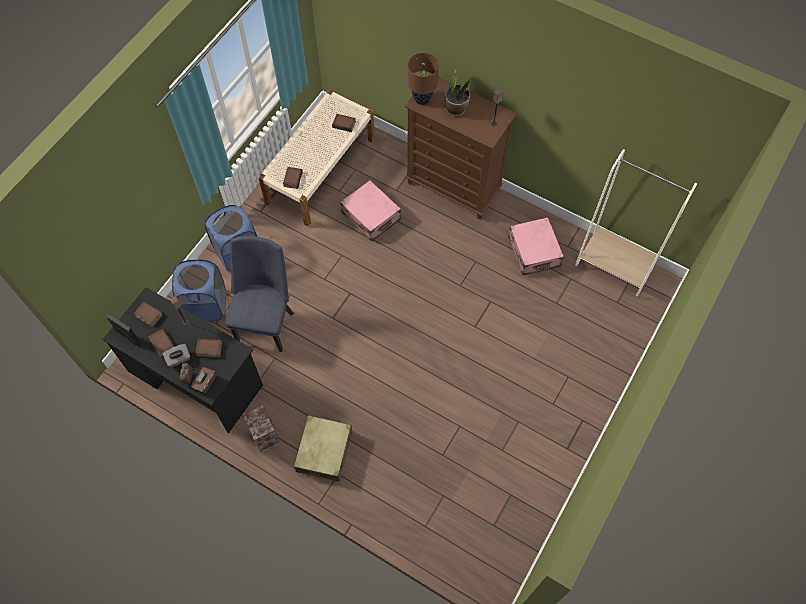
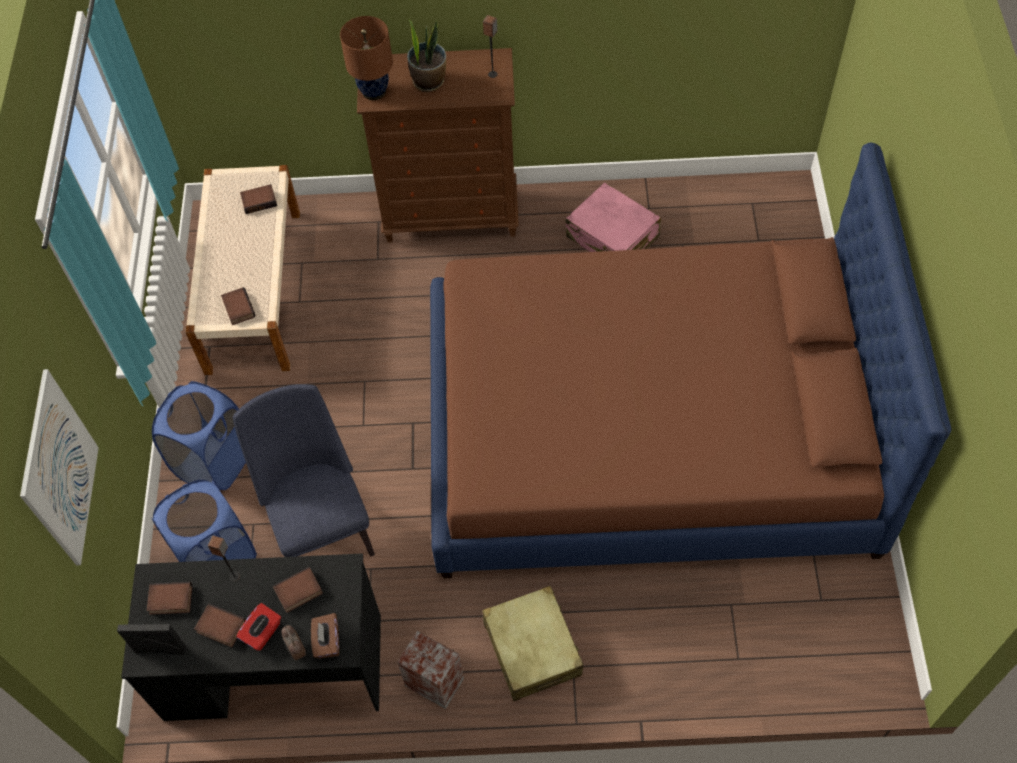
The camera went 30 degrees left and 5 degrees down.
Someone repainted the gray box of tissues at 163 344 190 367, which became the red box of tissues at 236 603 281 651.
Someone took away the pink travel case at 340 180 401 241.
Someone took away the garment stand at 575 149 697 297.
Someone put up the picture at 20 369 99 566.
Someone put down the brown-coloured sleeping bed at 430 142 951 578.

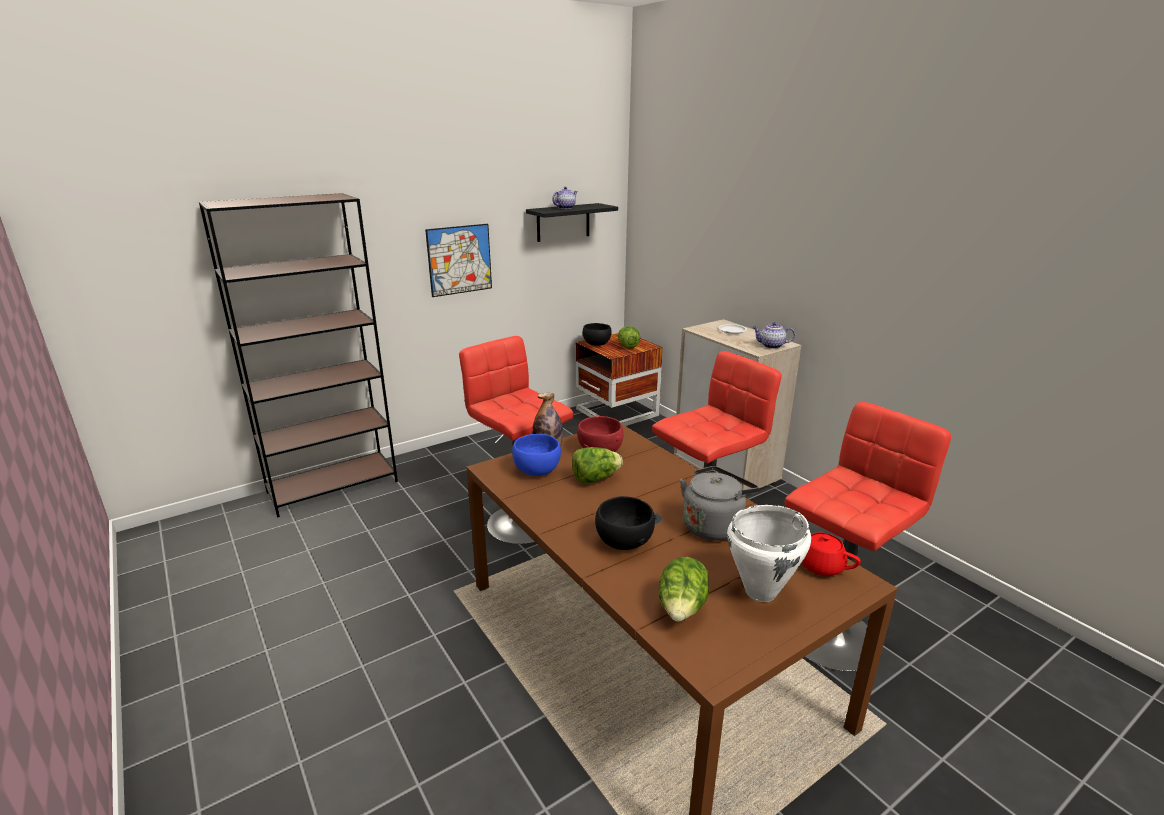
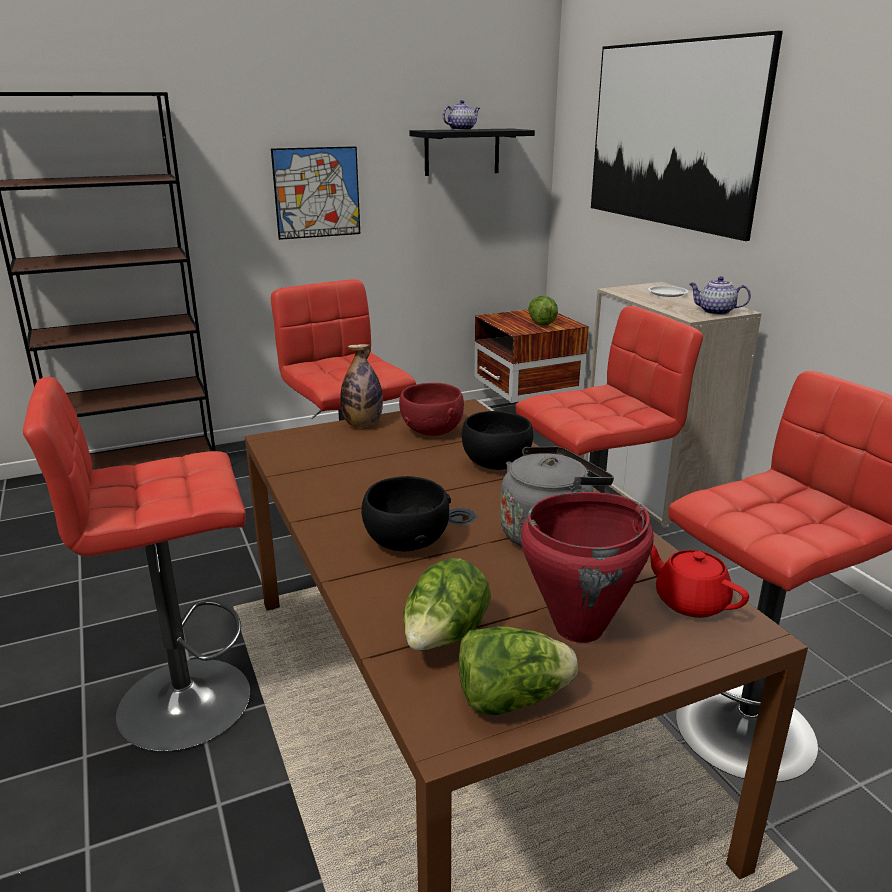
The camera went 10 degrees right and 0 degrees up.
Someone took away the blue serving bowl at 512 434 561 476.
Someone carried the lettuce head from 572 447 623 484 to 459 626 578 715.
Someone carried the black-coloured serving bowl from 583 323 612 346 to 462 411 533 470.
Someone repainted the white cooking pot at 727 505 811 602, which became the red cooking pot at 521 492 654 643.
Someone put down the red stool seat at 23 377 250 751.
Someone put up the picture at 591 31 783 241.

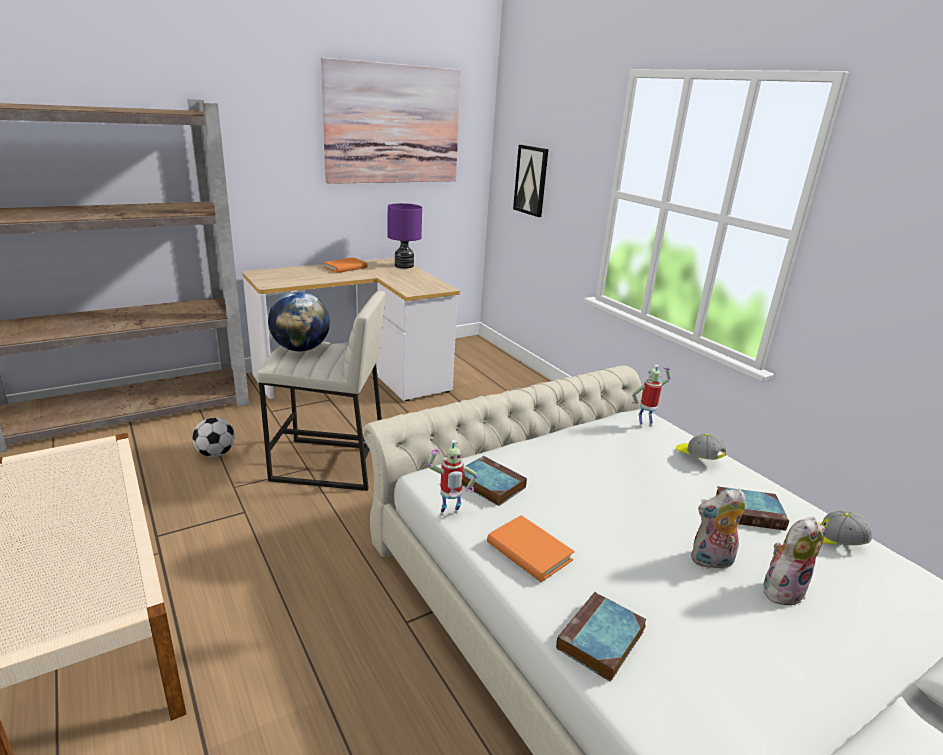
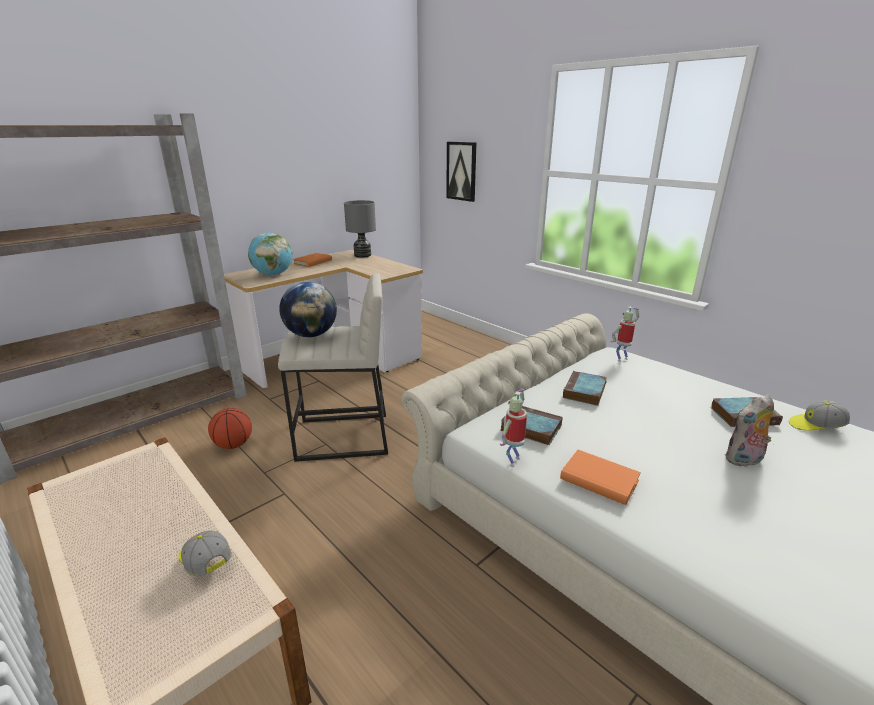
The camera went 10 degrees left and 0 degrees up.
Someone swapped the football at 192 417 235 457 for the ball for basketball at 208 408 252 449.
Someone took away the picture at 321 58 461 184.
Someone repainted the purple-coloured lamp for a table at 388 203 422 268, which became the gray lamp for a table at 344 200 376 258.
Someone rotated the toy robot at 427 440 478 516 by 150 degrees clockwise.
Someone carried the bound book from 556 592 647 682 to 563 371 607 406.
Someone carried the cap from 676 434 726 460 to 178 530 231 576.
Someone took away the soft toy at 763 517 825 606.
Someone put down the desk globe at 248 233 292 276.

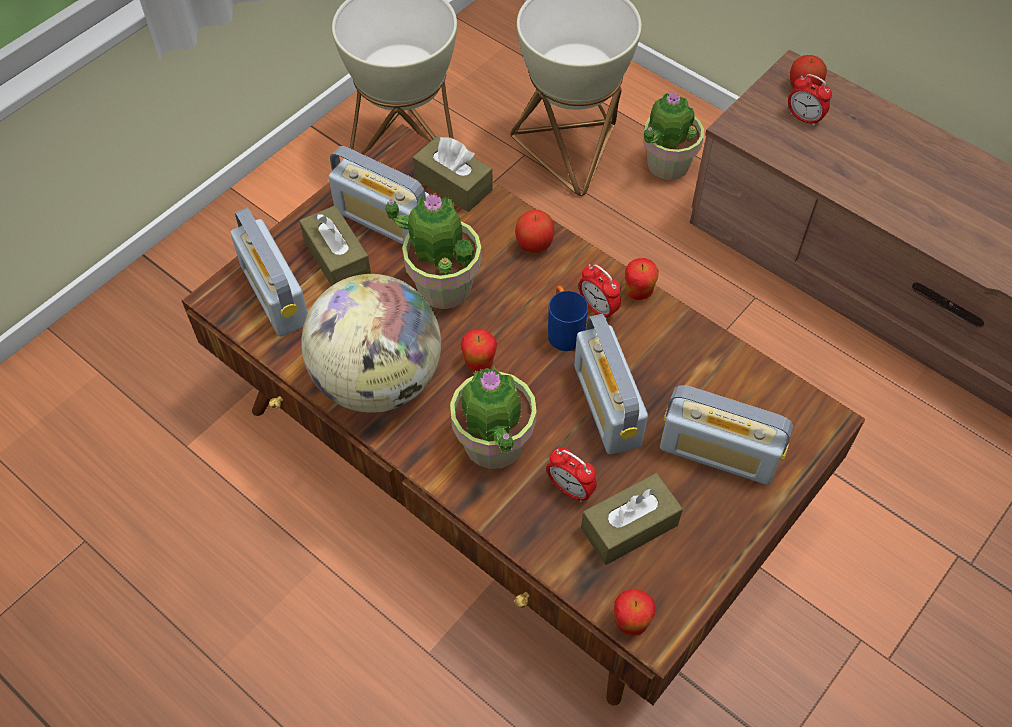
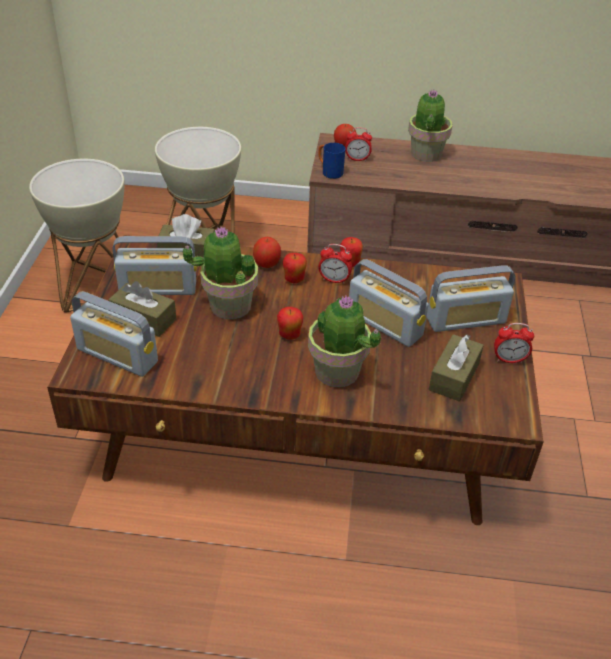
The camera went 35 degrees left and 15 degrees down.
Someone took away the desk globe at 301 274 441 413.
Someone carried the bedside clock from 546 447 597 502 to 494 323 534 363.
Someone carried the blue tea mug from 548 286 588 351 to 318 143 345 179.
Someone carried the whole apple from 614 589 656 636 to 283 253 307 283.
Someone carried the potted plant from 643 92 704 180 to 408 90 453 162.

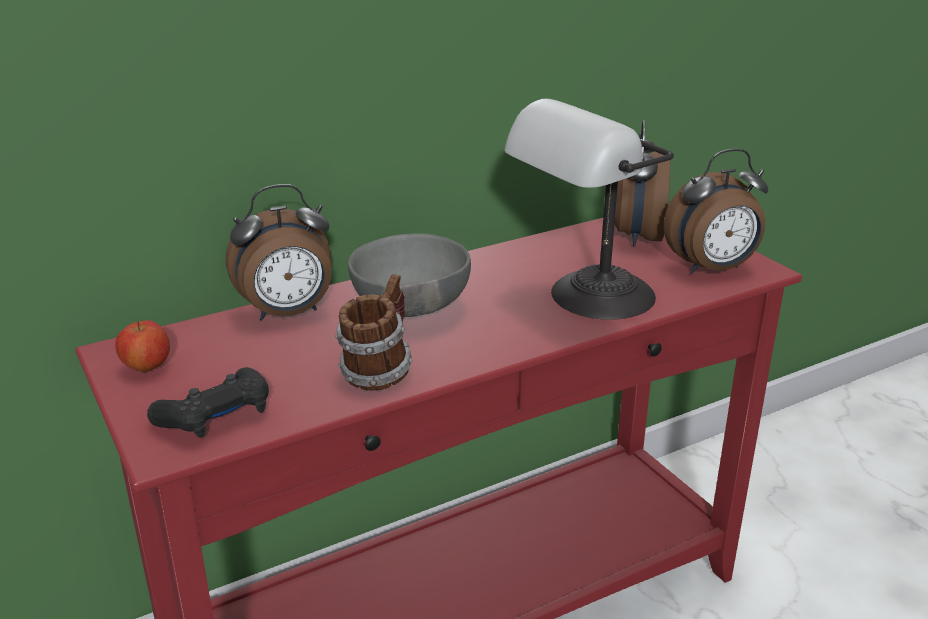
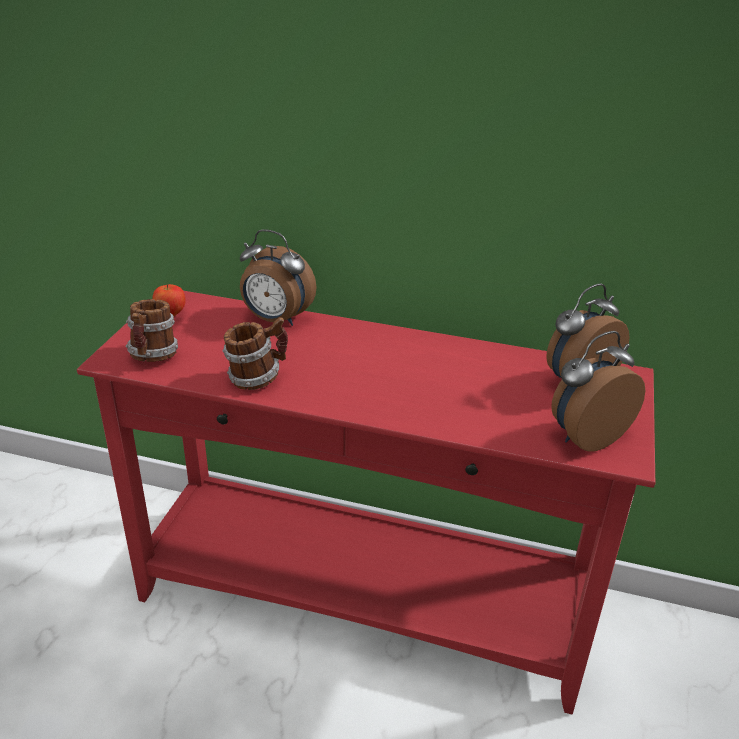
The camera went 45 degrees right and 5 degrees up.
Someone swapped the black-coloured gamepad at 147 367 269 438 for the tea mug at 126 299 178 362.
Someone took away the gray serving bowl at 348 233 471 317.
Someone took away the lamp for a table at 505 99 674 320.
Someone rotated the bedside clock at 664 149 768 274 by 120 degrees clockwise.

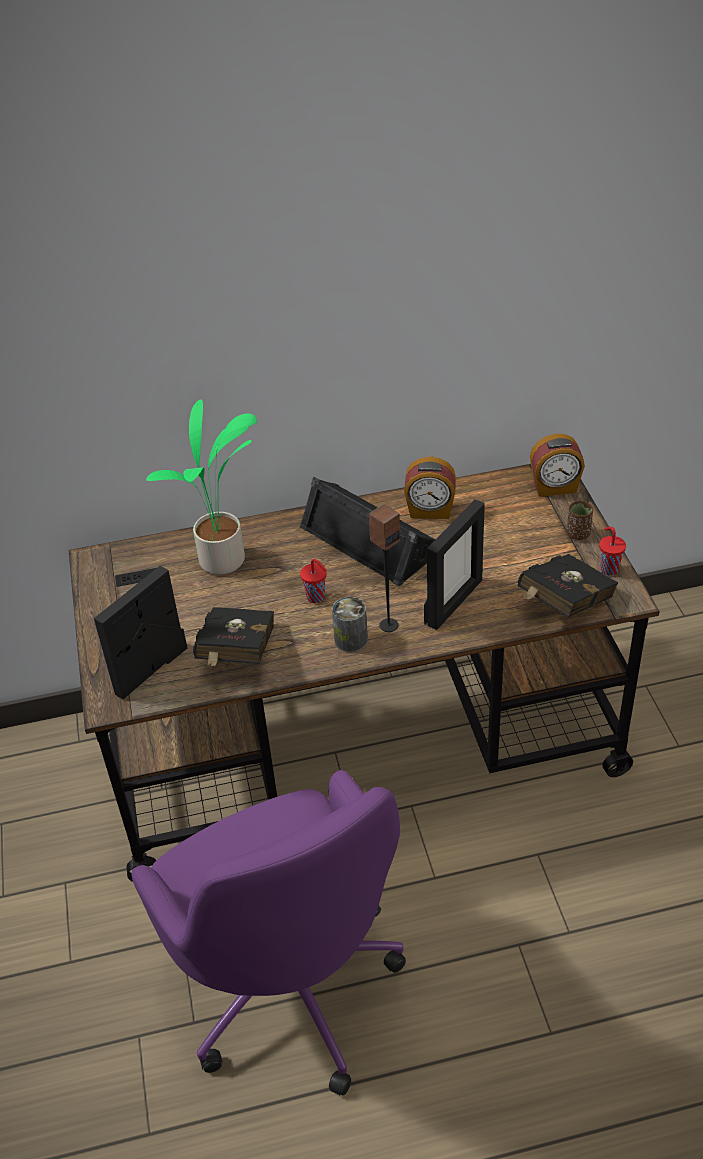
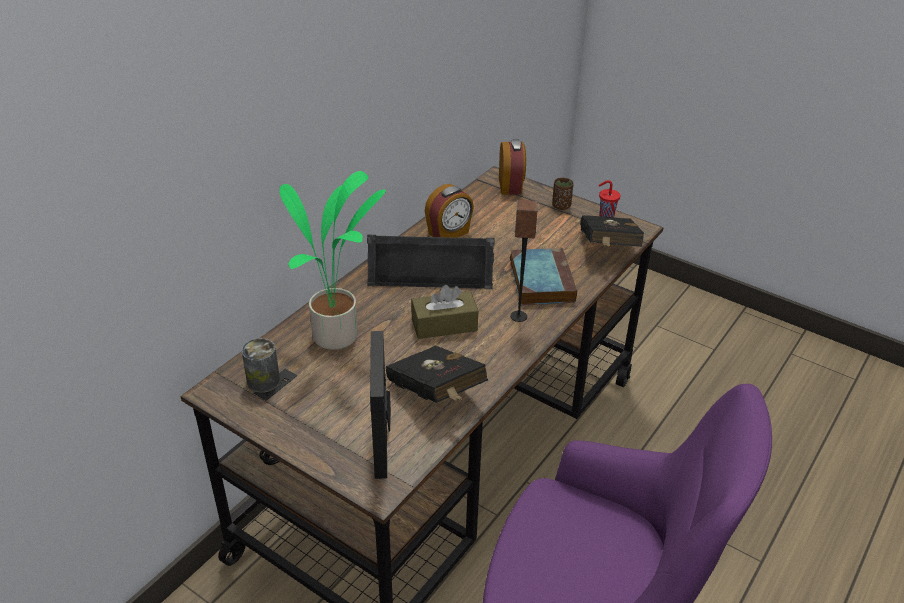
The camera went 45 degrees left and 5 degrees down.
Someone swapped the red cup at 300 559 327 603 for the brown-coloured box of tissues at 411 285 478 339.
Someone carried the sealed can from 332 597 368 652 to 242 338 280 393.
Someone swapped the picture frame at 424 500 485 630 for the bound book at 510 248 577 305.
Someone rotated the bedside clock at 530 434 585 497 by 45 degrees counterclockwise.

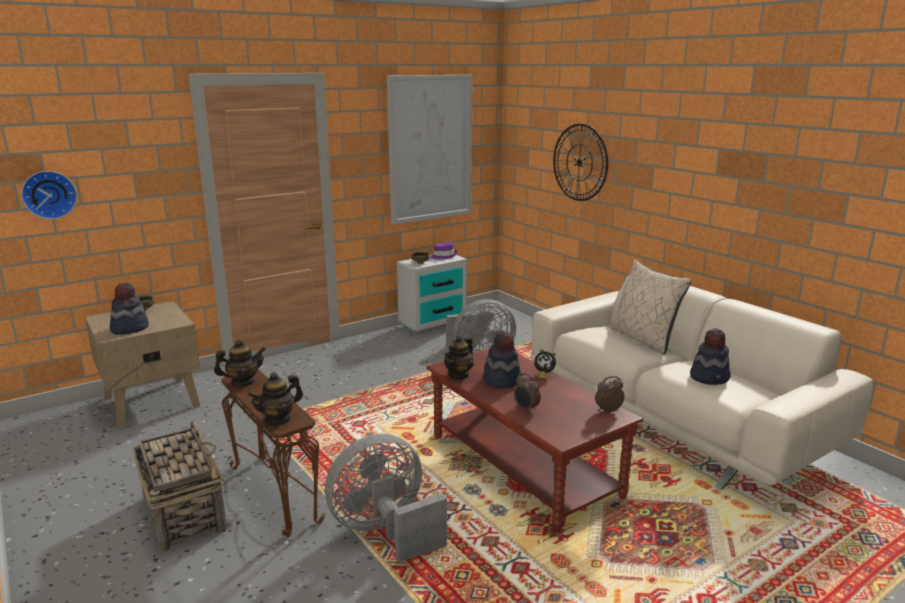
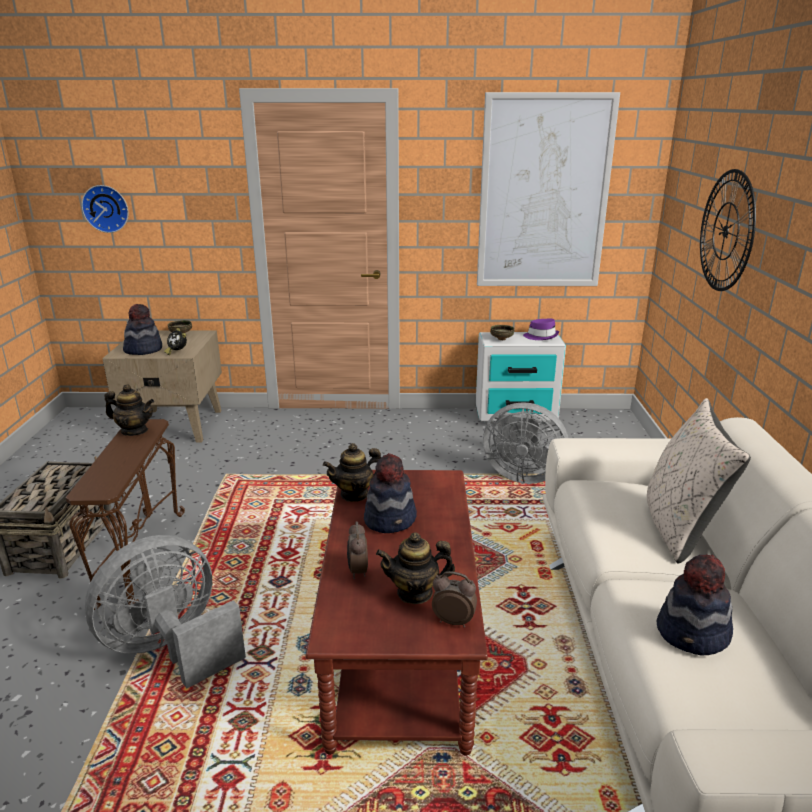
The camera went 35 degrees right and 5 degrees up.
Someone carried the pot for tea from 248 372 303 426 to 376 533 455 604.
Someone rotated the gray cooling fan at 325 434 447 562 by 45 degrees counterclockwise.
Someone carried the bedside clock from 534 349 556 380 to 164 328 187 355.

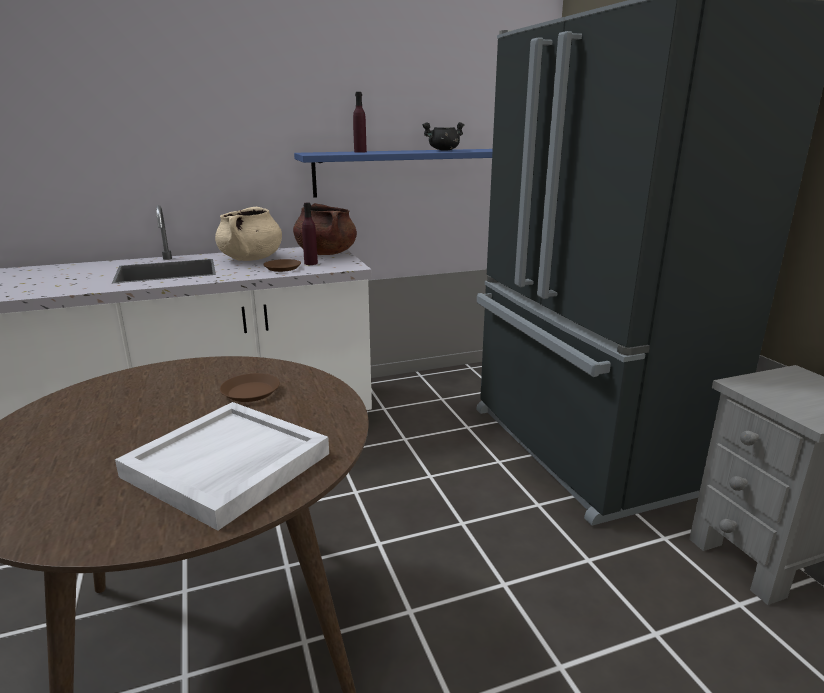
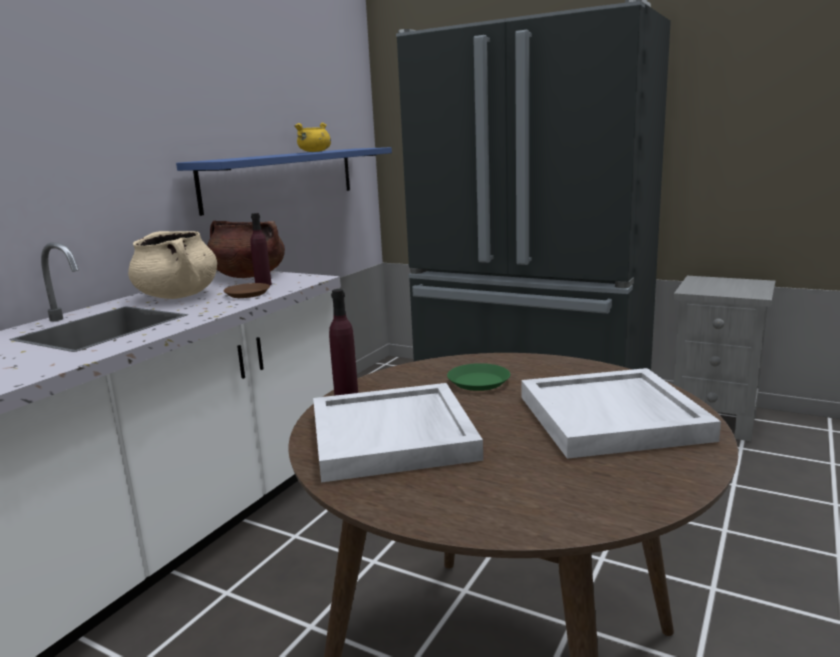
The camera went 40 degrees left and 5 degrees down.
Someone repainted the brown-coloured flat dish at 220 373 280 402, which became the green flat dish at 447 363 510 391.
Someone carried the purple-coloured beverage bottle from 353 92 367 153 to 329 289 358 396.
Someone repainted the black-coloured cooking pot at 422 122 465 151, which became the yellow-coloured cooking pot at 294 122 331 152.
Someone put down the white serving tray at 313 383 483 483.

